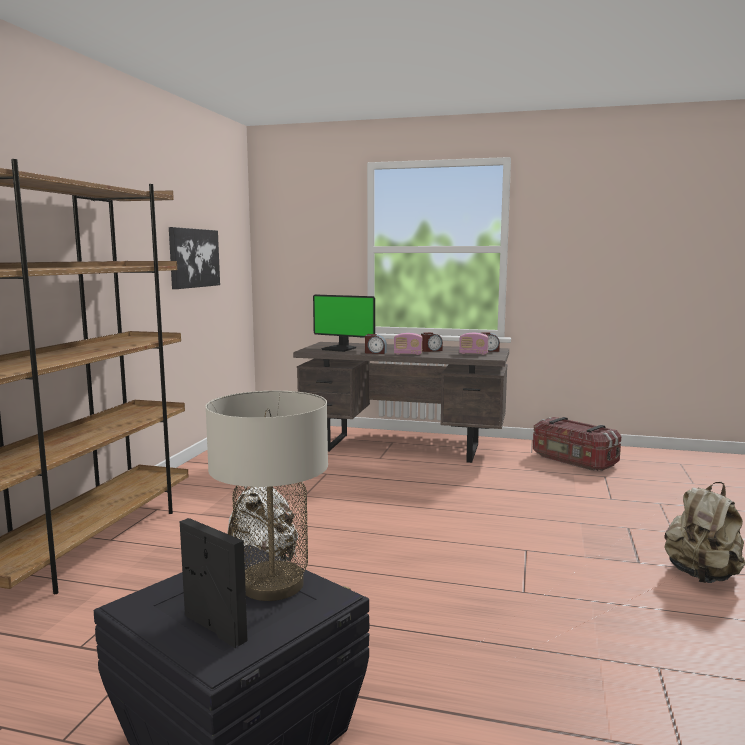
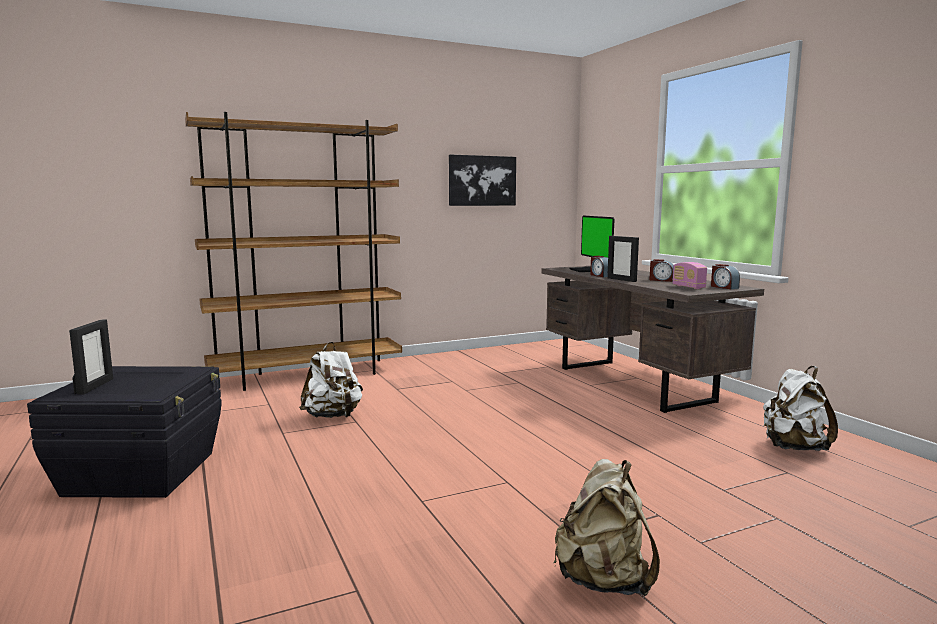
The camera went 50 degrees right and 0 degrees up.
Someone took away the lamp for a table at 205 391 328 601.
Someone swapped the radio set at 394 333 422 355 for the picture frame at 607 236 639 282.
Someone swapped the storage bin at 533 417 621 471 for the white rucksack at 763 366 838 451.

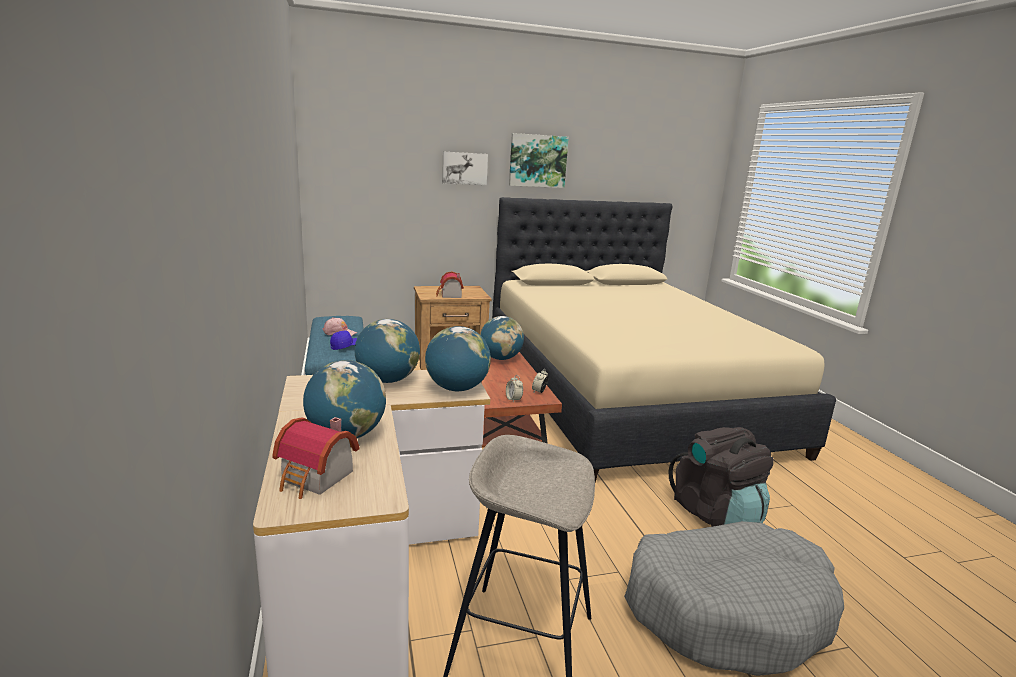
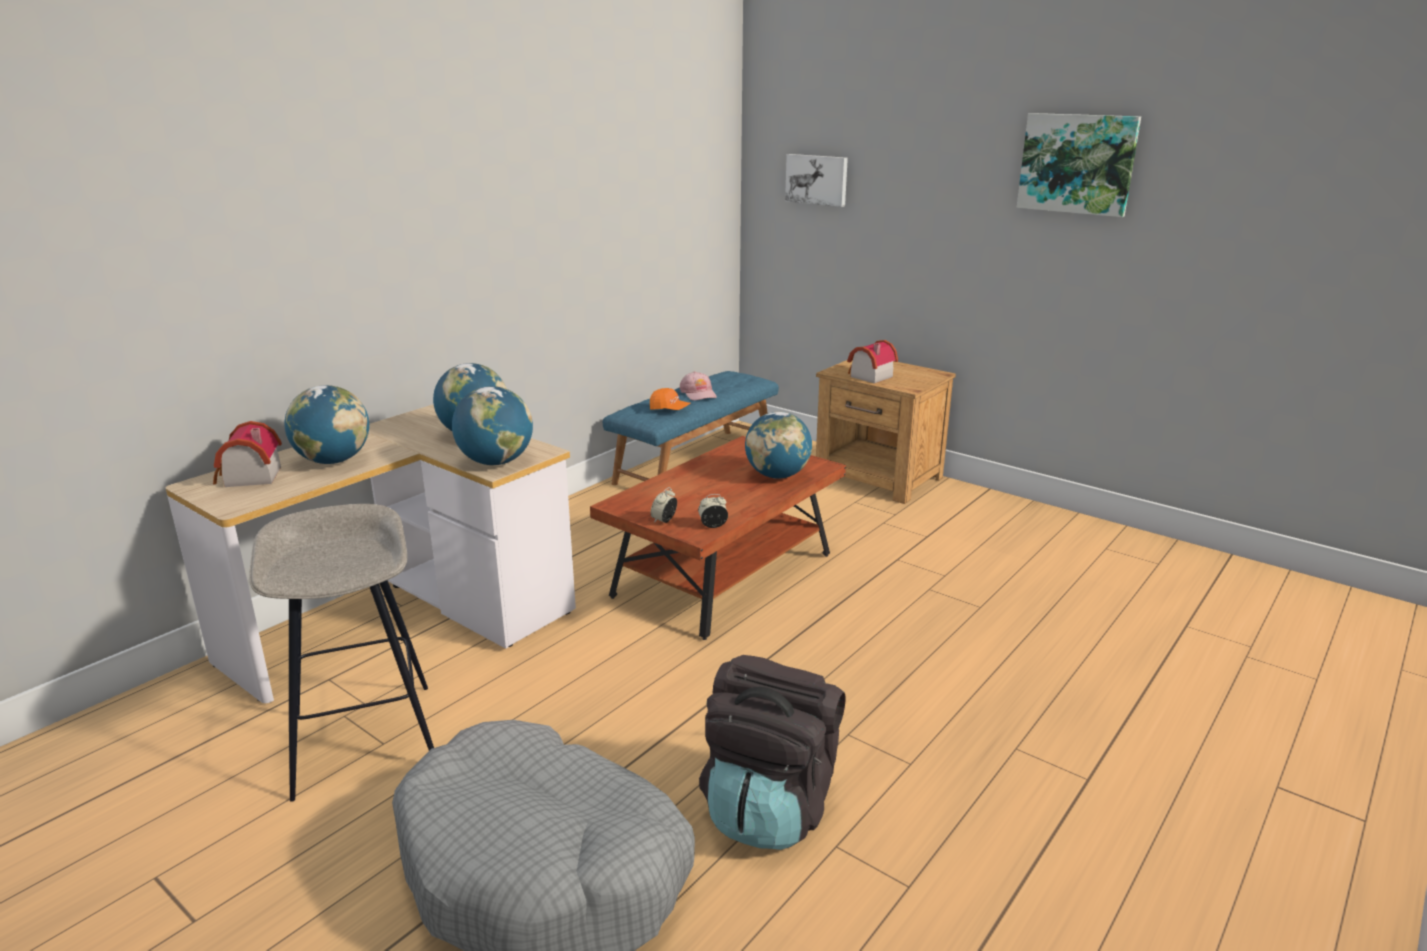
The camera went 55 degrees right and 5 degrees up.
Someone repainted the blue cap at 330 331 357 350, which became the orange-coloured cap at 650 388 691 410.
Someone carried the picture from 442 151 488 185 to 785 154 848 207.
Someone took away the beige-coloured sleeping bed at 492 197 836 482.

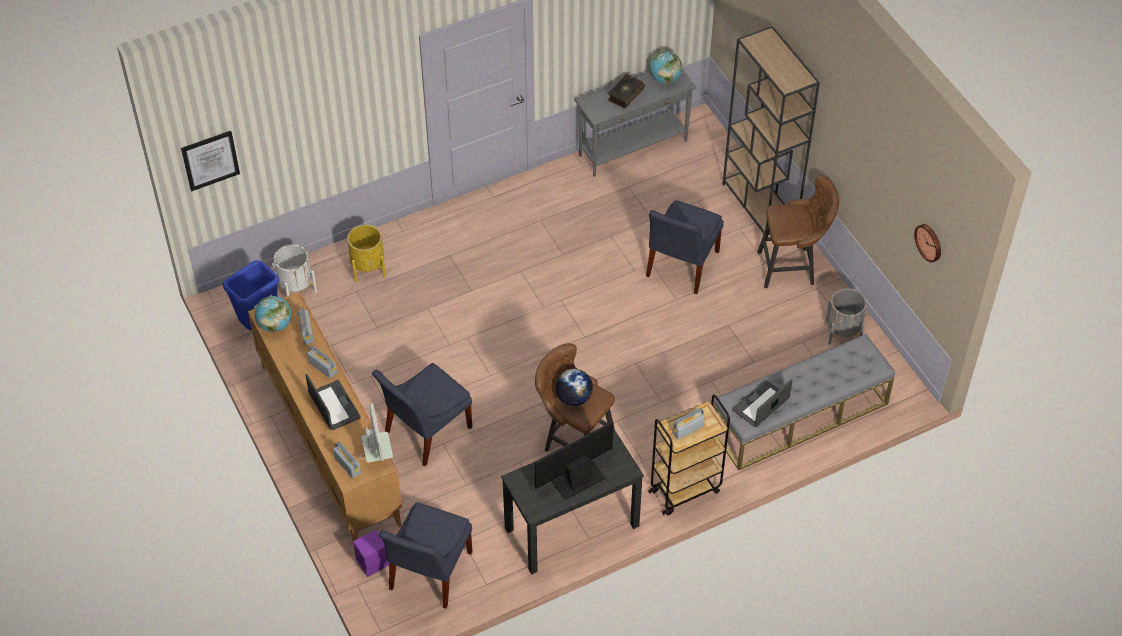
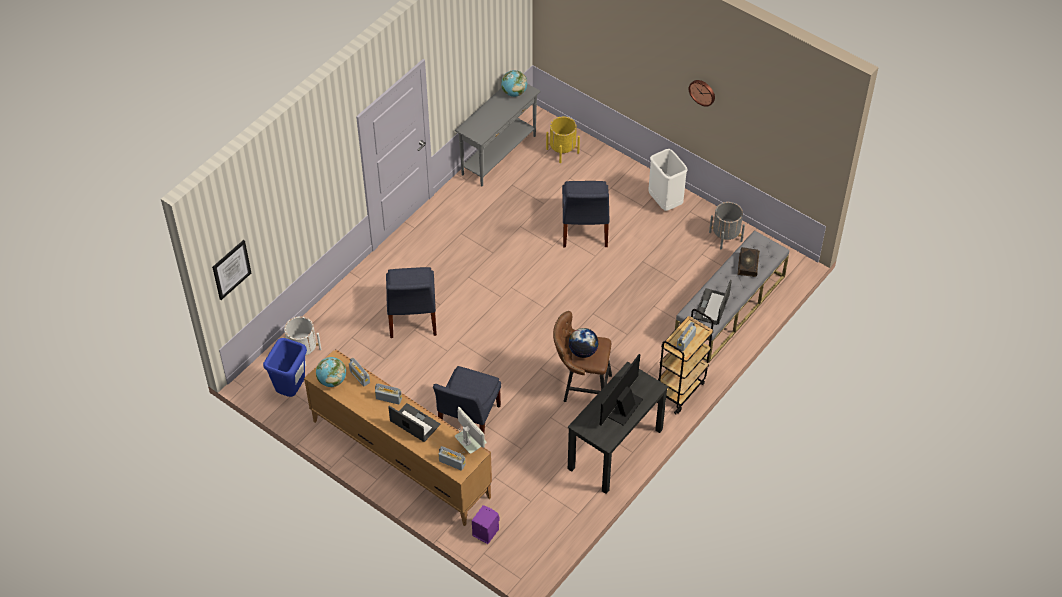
The camera went 25 degrees left and 0 degrees up.
Someone carried the yellow-coloured planter from 347 225 386 282 to 546 116 580 163.
Someone carried the blue chair from 379 502 473 609 to 386 267 437 338.
Someone carried the bound book from 608 74 645 109 to 738 247 760 277.
Someone took away the bookshelf at 722 26 820 235.
Someone swapped the brown-coloured stool seat at 757 175 839 288 for the white rubbish bin at 648 149 688 211.
Someone carried the clock on the wall from 914 224 941 262 to 689 80 715 107.

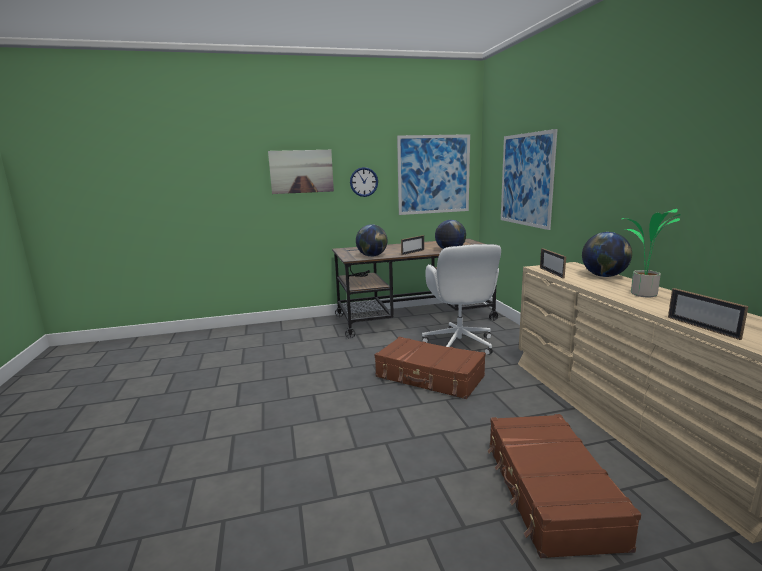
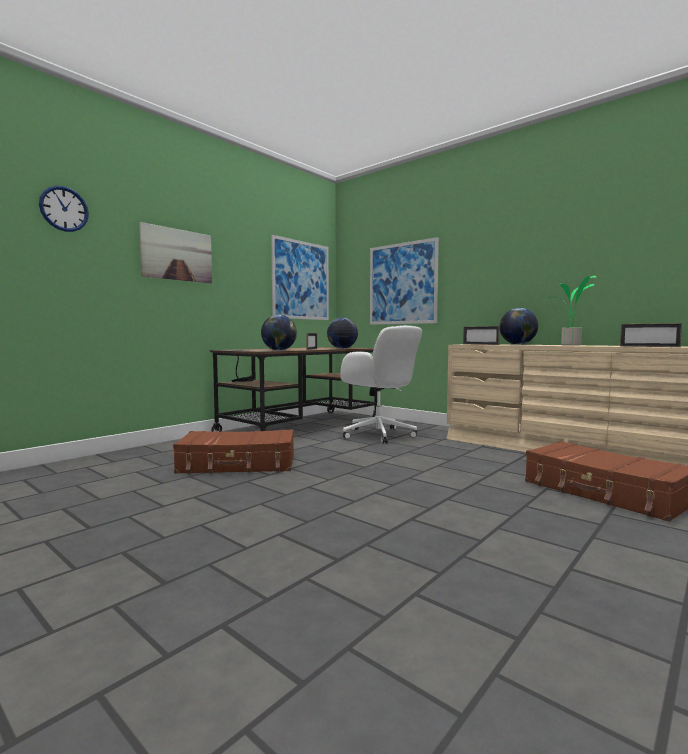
The camera went 35 degrees left and 10 degrees down.
Someone carried the clock on the wall from 350 167 378 197 to 39 186 89 232.
Someone carried the brown-coloured travel case from 375 337 486 399 to 173 429 294 474.

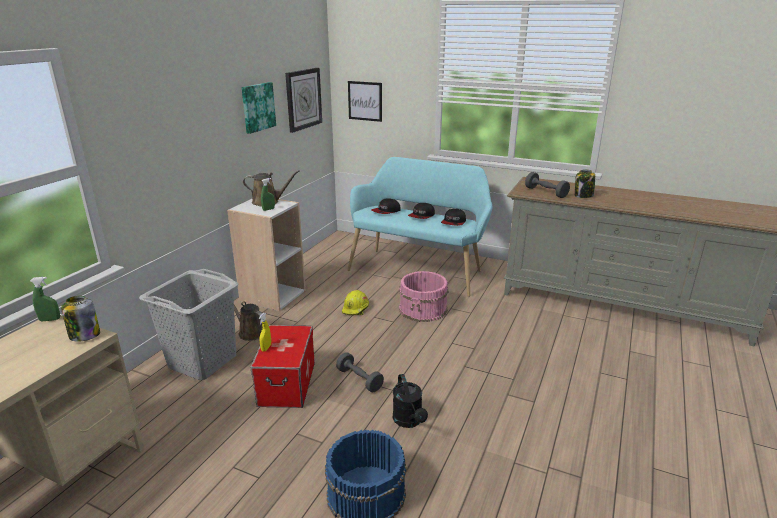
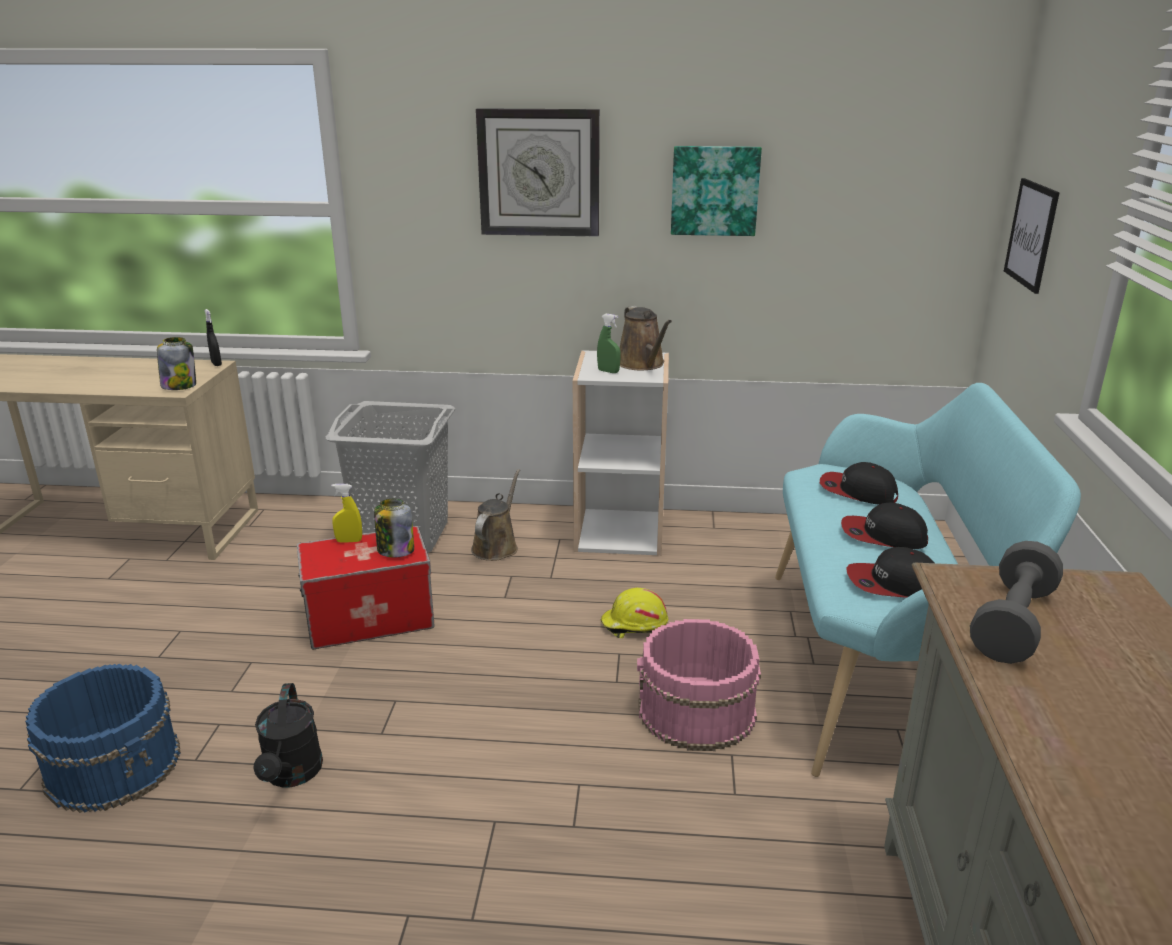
The camera went 70 degrees right and 0 degrees up.
Someone repainted the green sprayer at 30 277 60 321, which became the black-coloured sprayer at 205 309 222 366.
Someone carried the clock on the wall from 285 68 322 133 to 476 108 600 237.
Someone took away the gray hand weight at 336 352 384 392.
Someone rotated the black-coloured watering pot at 393 374 428 428 by 60 degrees counterclockwise.
Someone carried the jar from 575 170 595 198 to 374 499 414 557.

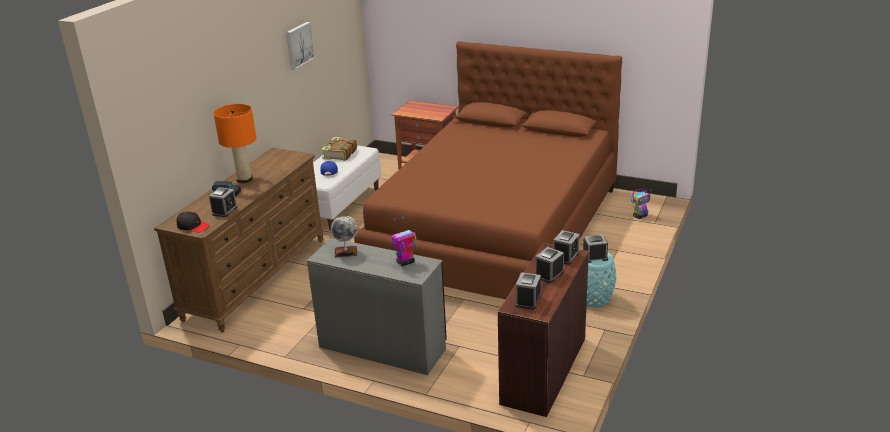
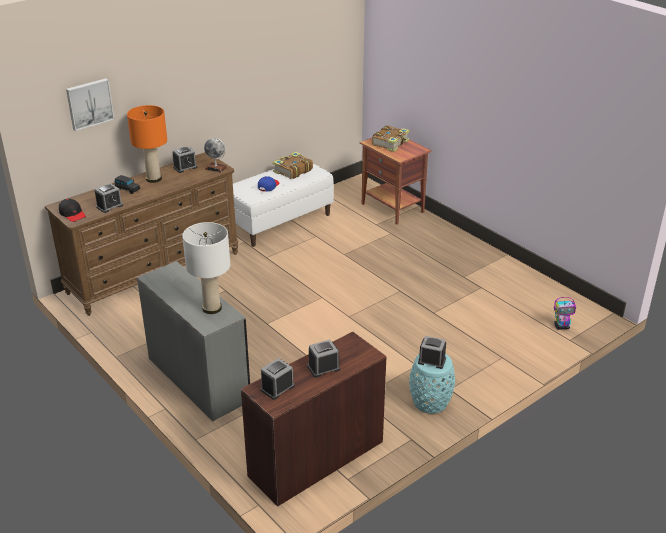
The camera went 25 degrees right and 5 degrees up.
Someone carried the picture from 286 22 315 70 to 66 78 114 131.
Someone carried the desk globe from 331 216 358 258 to 204 138 227 173.
Someone took away the brown-coloured sleeping bed at 354 41 622 299.
Someone swapped the toy robot at 392 217 416 266 for the white lamp for a table at 182 222 230 314.
Someone carried the bedside clock from 553 230 579 265 to 173 146 198 173.
Someone put down the bound book at 372 125 410 152.

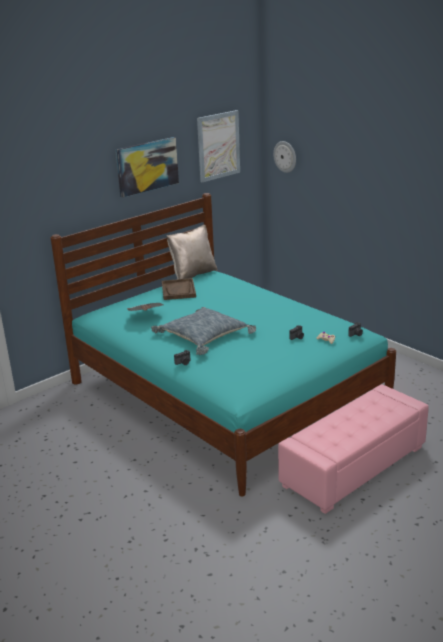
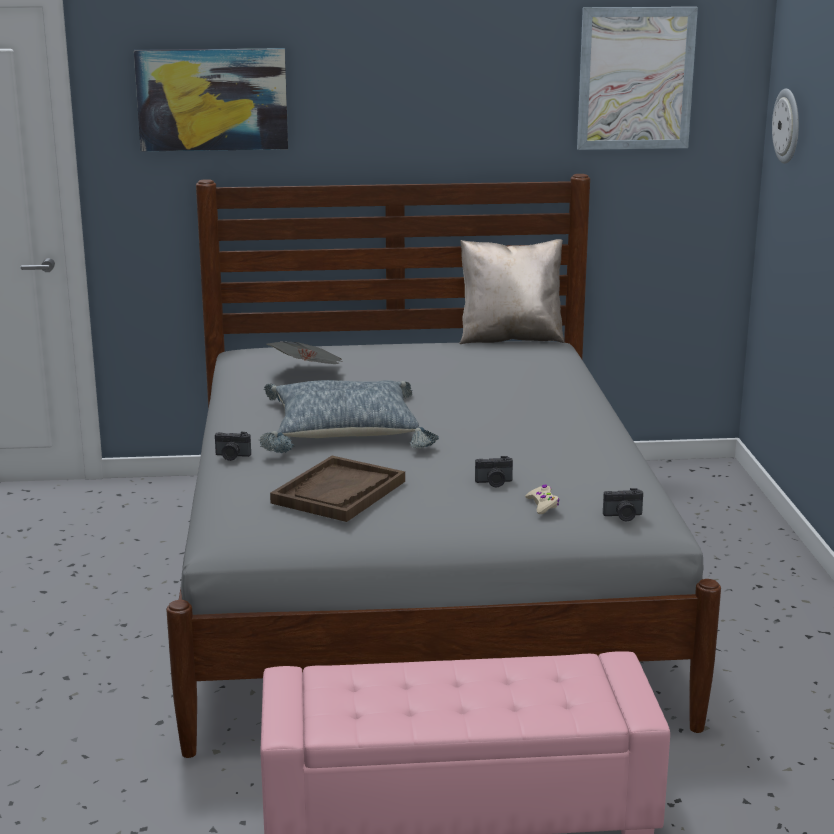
The camera went 35 degrees right and 5 degrees down.
Someone repainted the turquoise-coloured sleeping bed at 51 193 396 497, which became the gray sleeping bed at 166 174 721 758.
Someone carried the picture from 116 137 179 198 to 134 48 288 151.
Someone carried the brown-coloured serving tray from 162 278 196 300 to 270 456 405 522.

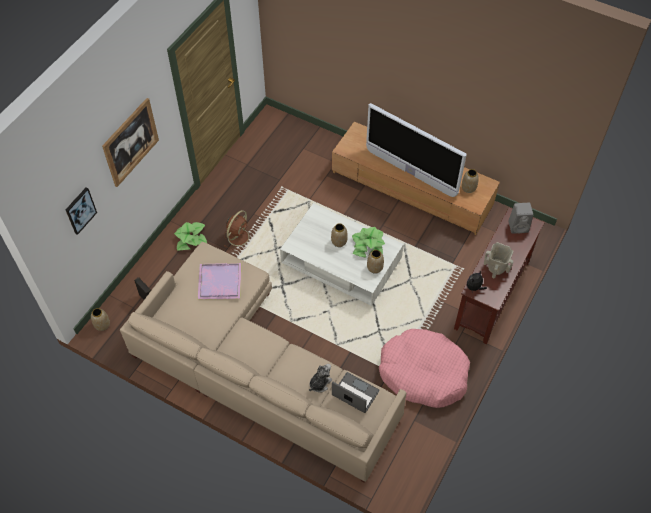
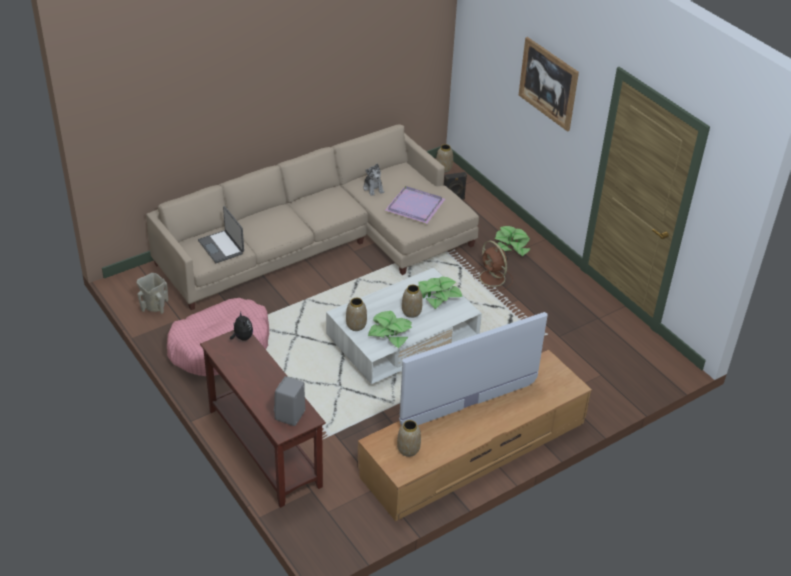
The camera went 115 degrees right and 15 degrees down.
Someone took away the picture at 66 188 97 235.
Someone carried the soft toy from 309 364 332 393 to 363 164 384 196.
Someone rotated the portable computer at 332 372 379 413 by 90 degrees clockwise.
Someone carried the beige-coloured flower vase from 484 242 513 278 to 136 273 168 314.
Someone put down the potted plant at 418 277 463 309.

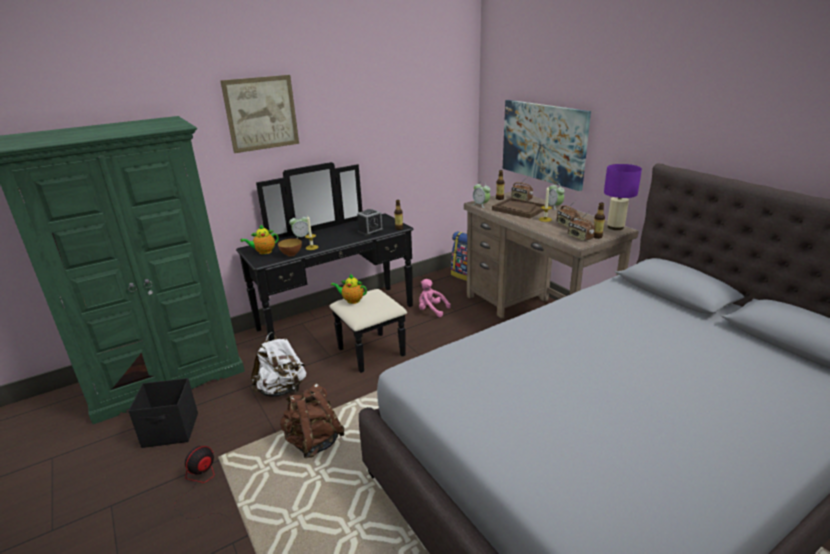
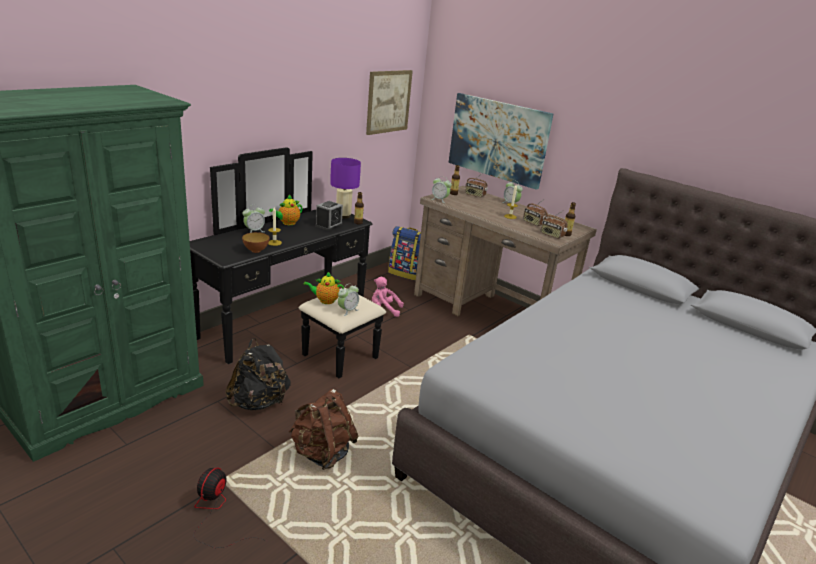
The camera went 20 degrees left and 0 degrees up.
Someone took away the black-coloured storage bin at 128 378 198 448.
Someone carried the picture from 220 75 299 153 to 366 70 413 135.
Someone carried the pot for tea from 241 224 279 254 to 269 195 303 225.
Someone repainted the white rucksack at 251 332 306 397, which became the black-coloured rucksack at 225 338 291 411.
Someone took away the brown-coloured serving tray at 492 197 545 219.
Someone carried the purple-coloured lamp for a table from 604 164 642 230 to 330 158 361 219.
Someone put down the bedside clock at 338 283 359 316.

